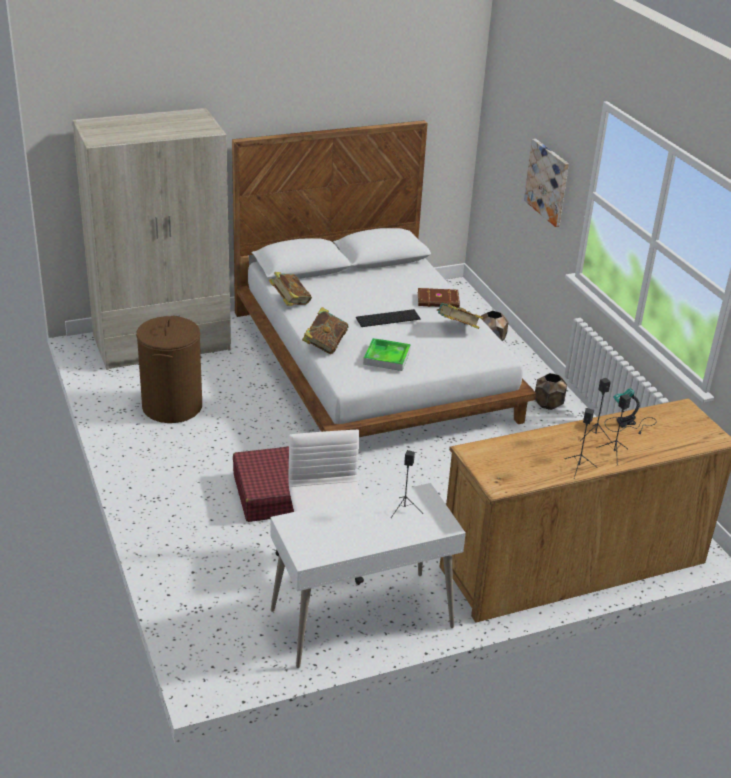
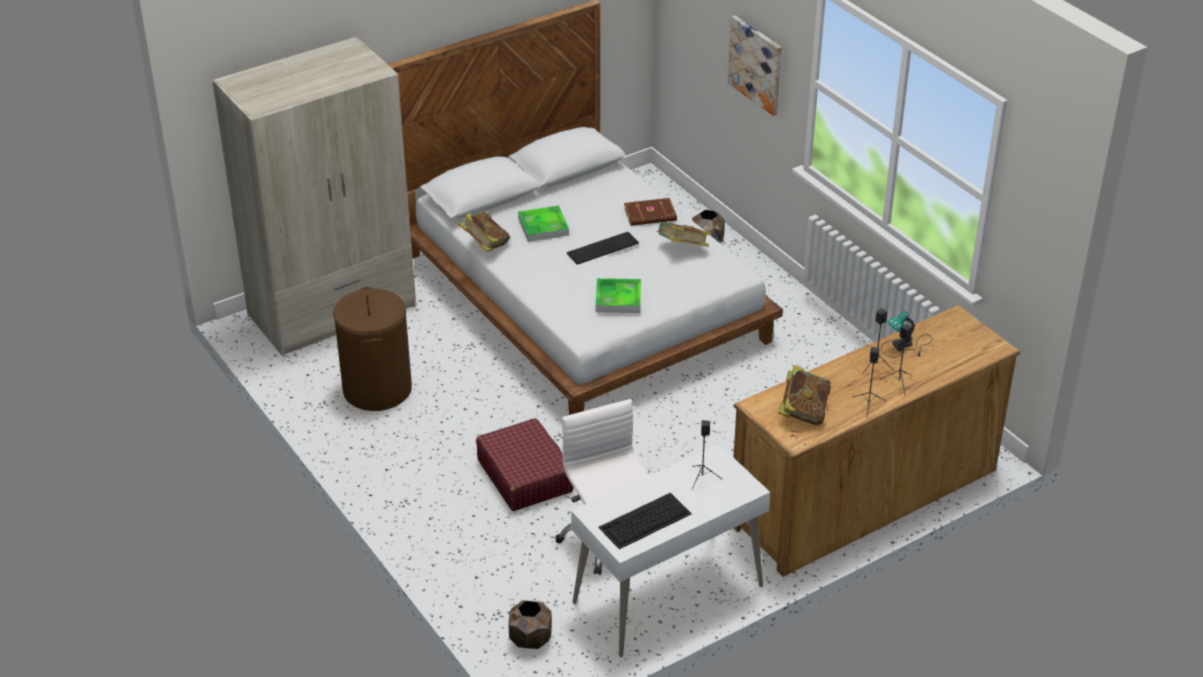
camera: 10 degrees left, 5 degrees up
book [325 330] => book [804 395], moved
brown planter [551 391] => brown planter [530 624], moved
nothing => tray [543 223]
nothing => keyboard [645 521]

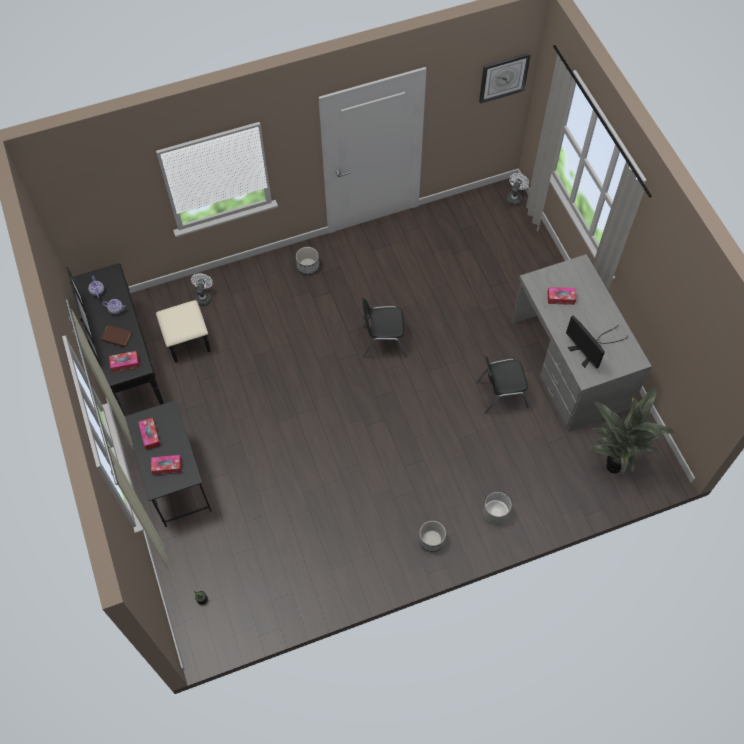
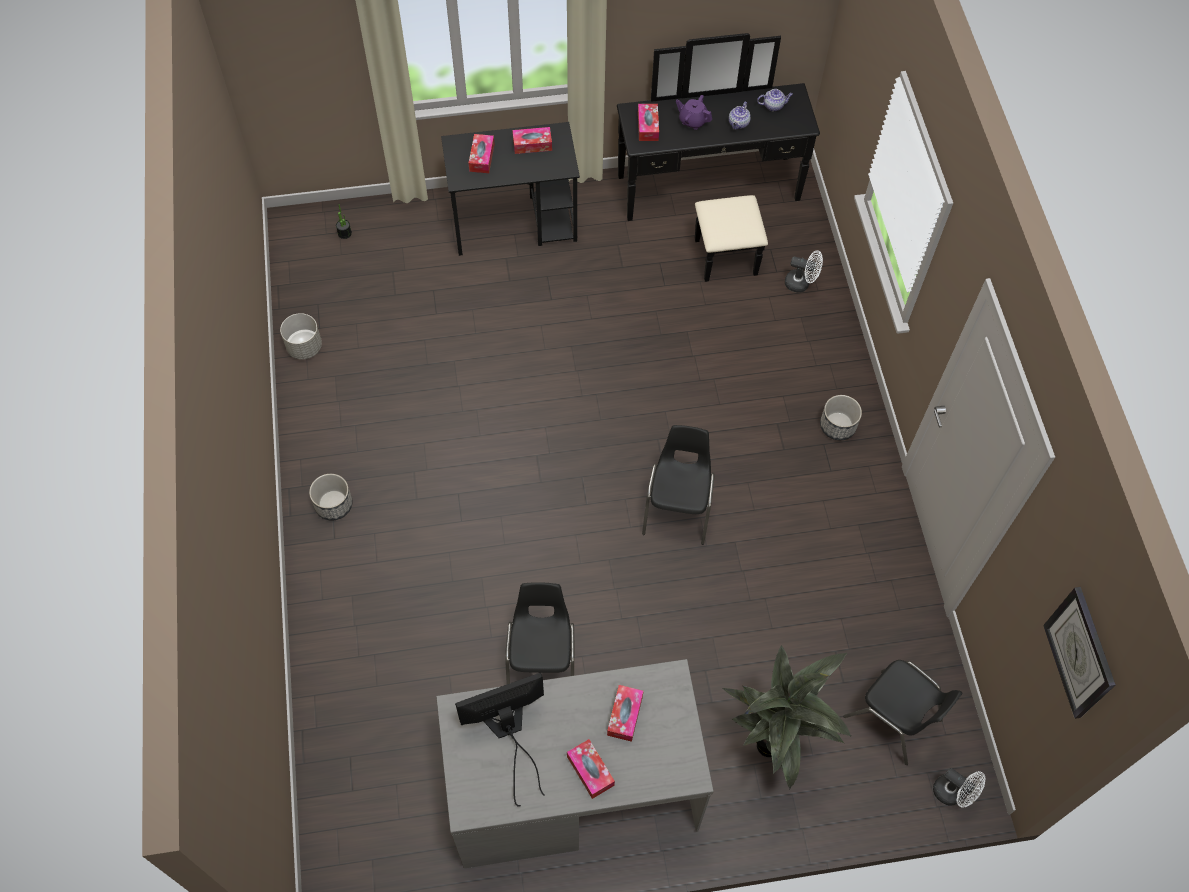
camera: 100 degrees right, 0 degrees up
brown book [116 336] => purple teapot [694 112]
grey planter [497 508] => grey planter [301 336], moved
potted plant [631 431] => potted plant [787 717], moved
nothing => tissue box [591 769]
nothing => black chair [902 712]

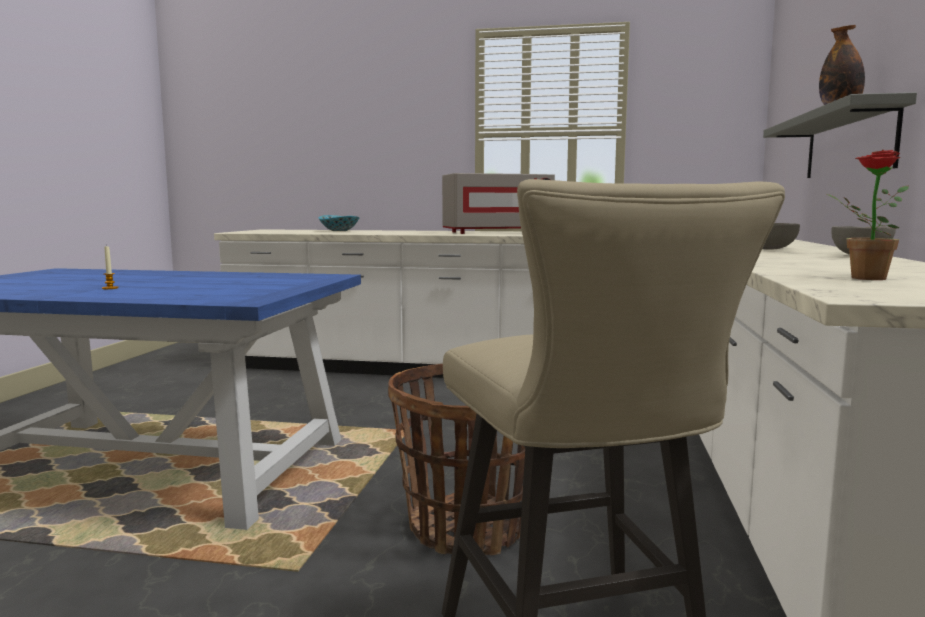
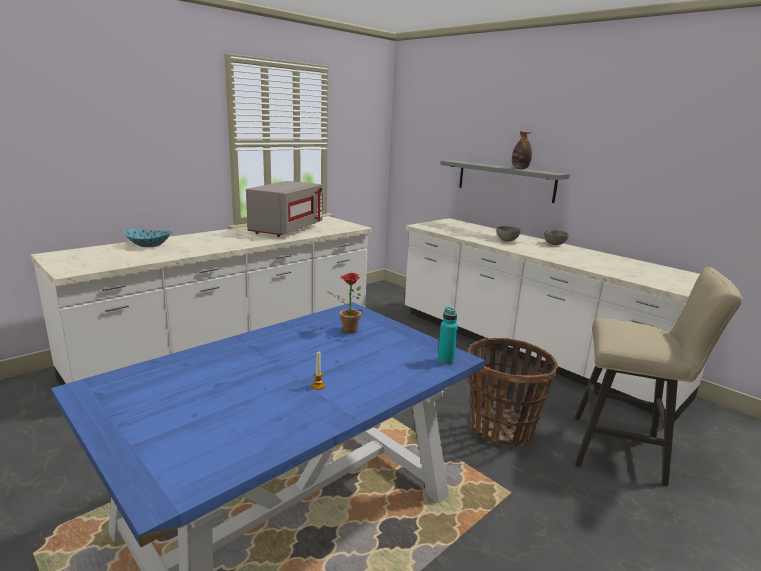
camera: 55 degrees left, 10 degrees up
potted plant [868 215] => potted plant [345 303], moved
nothing => turquoise bottle [448 336]

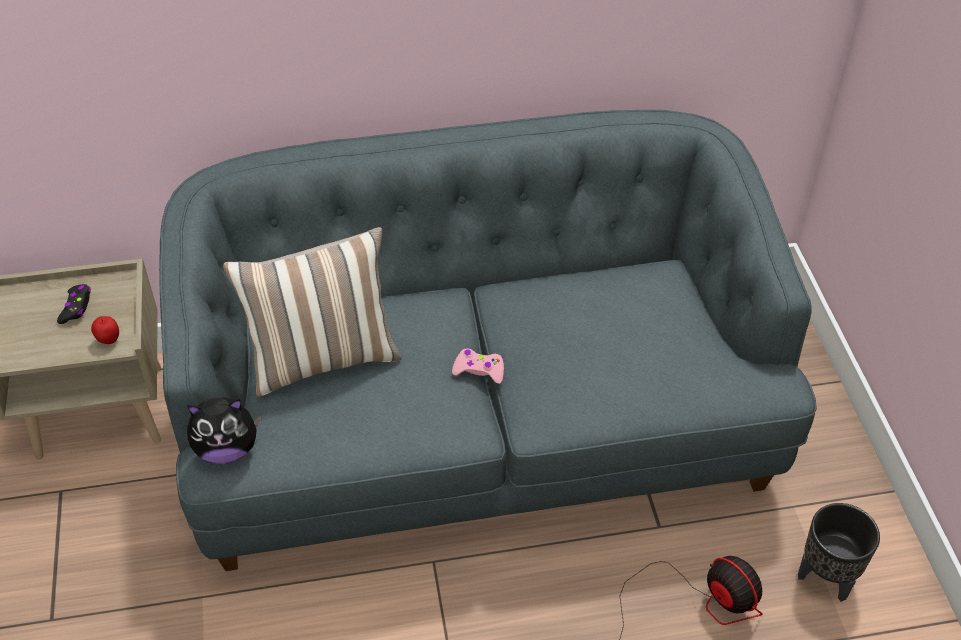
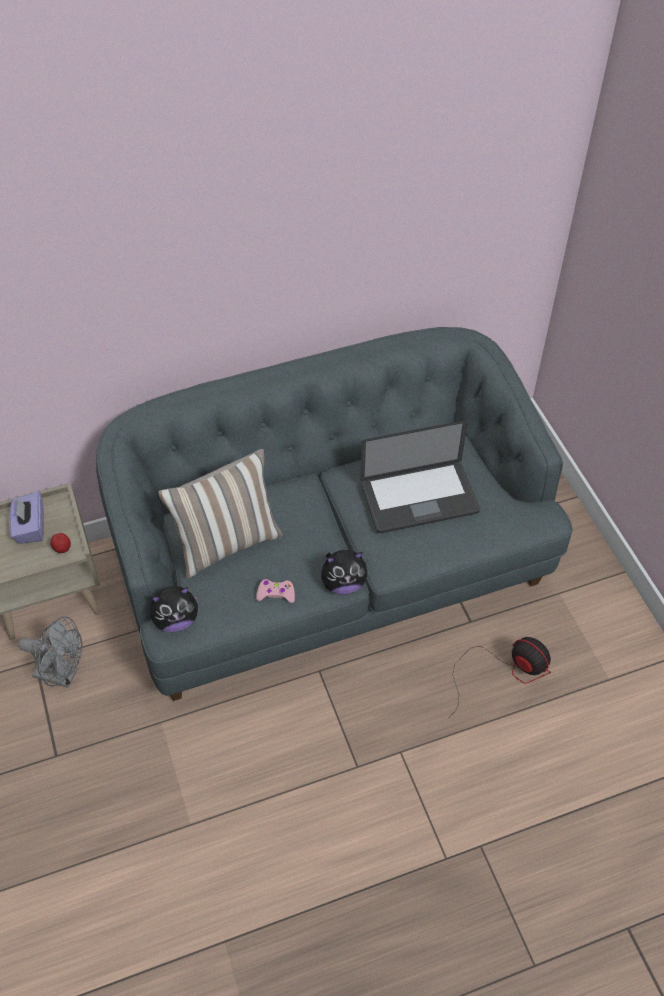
camera: 10 degrees left, 5 degrees up
black game controller [74 304] => purple tissue box [27 518]
pink game controller [478 366] => pink game controller [275 591], moved
black planter [839 552] => nothing
nothing => grey fan [50 652]
nothing => plush toy [344 572]
nothing => laptop [420 476]

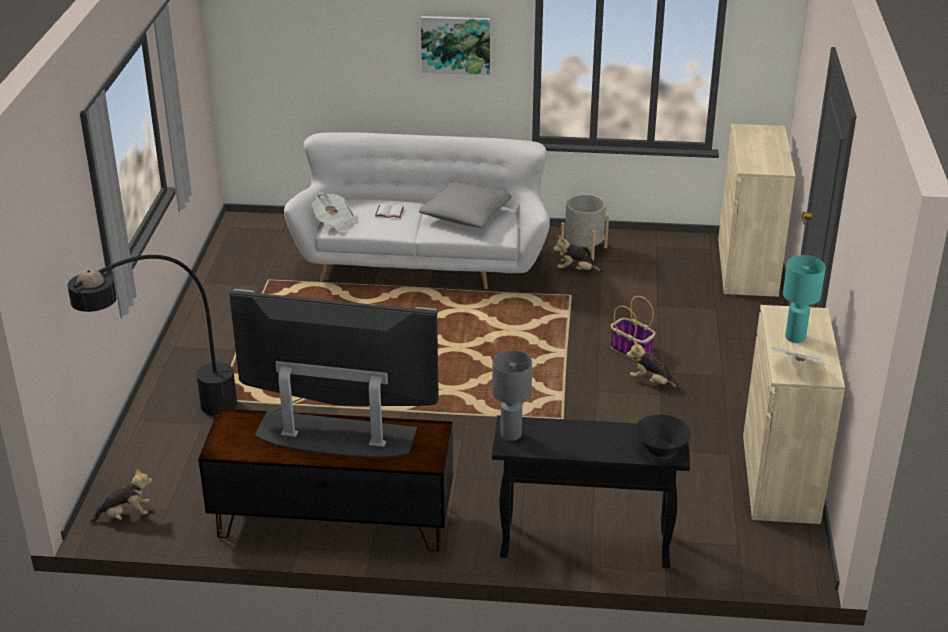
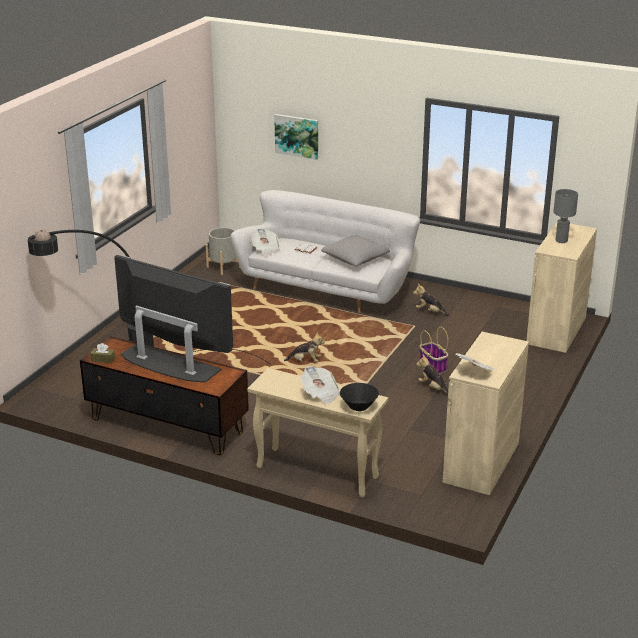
camera: 20 degrees right, 5 degrees down
plush toy [121 495] => plush toy [304 347], moved
picture [455 45] => picture [296 137], moved
grey table lamp [512 395] => grey table lamp [565 216], moved
black console table [591 491] => beige console table [317 432]
grey planter [584 227] => grey planter [222 251], moved
turquoise table lamp [804 299] => nothing
nothing => brown tissue box [102 353]
nothing => newspaper [320 385]

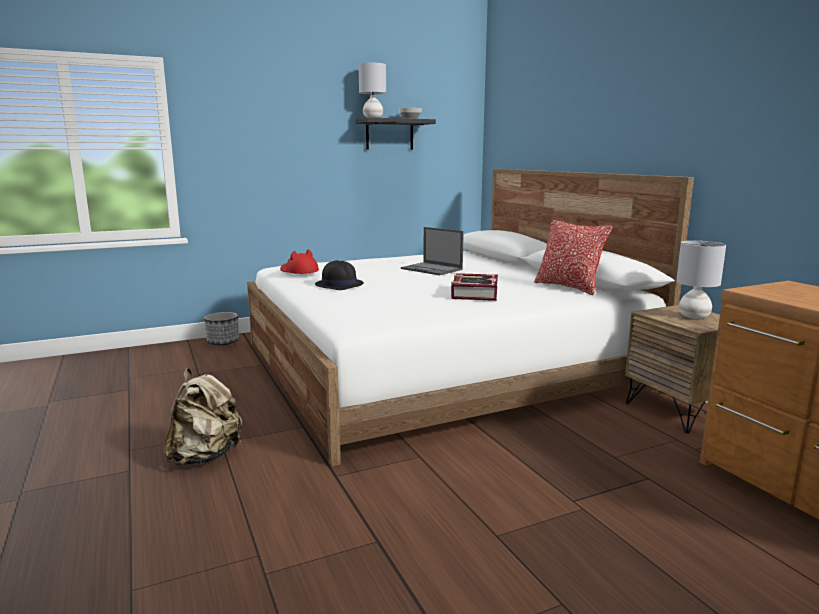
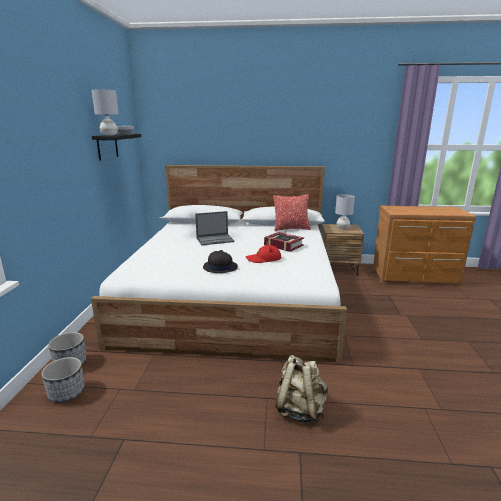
camera: 60 degrees left, 5 degrees up
red hat [299 261] => red hat [263 252], moved
nothing => planter [63 380]

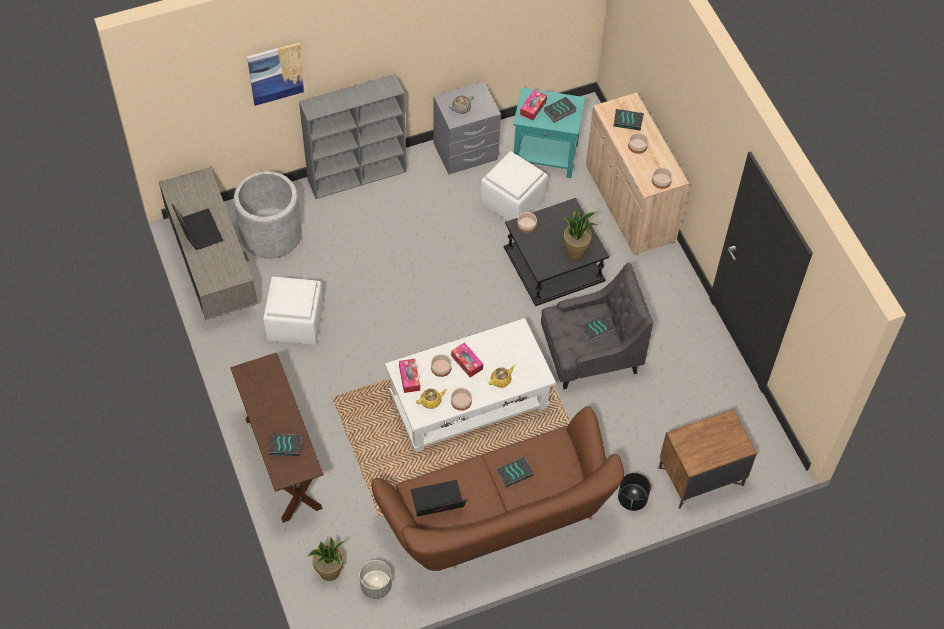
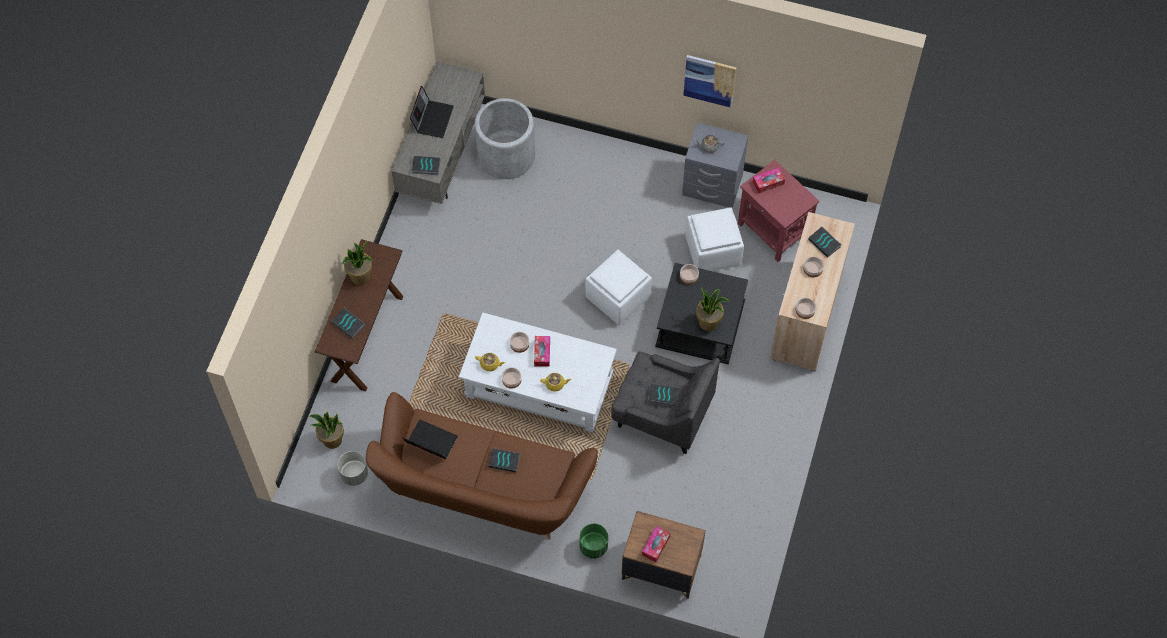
camera: 40 degrees right, 5 degrees up
picture [276 74] => picture [710 81], moved
white ottoman [293 311] => white ottoman [618 287], moved
grey bookcase [353 136] => nothing
tissue box [409 376] => tissue box [656 544], moved
turquoise side table [549 132] => red side table [778 211]
book [560 110] => book [425 165], moved
black planter [634 492] => green planter [593 541]
nothing => potted plant [357 263]

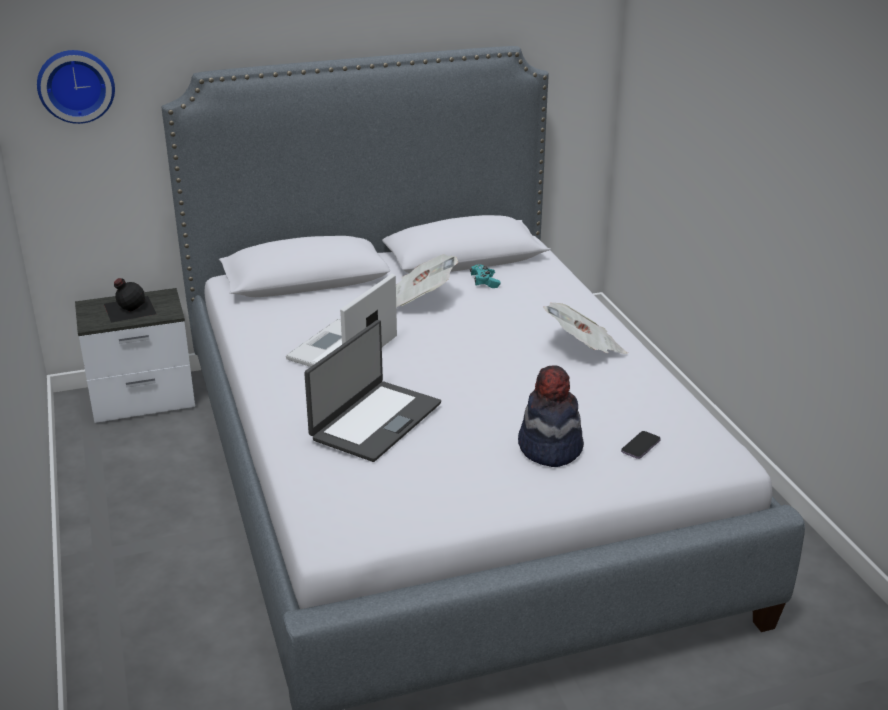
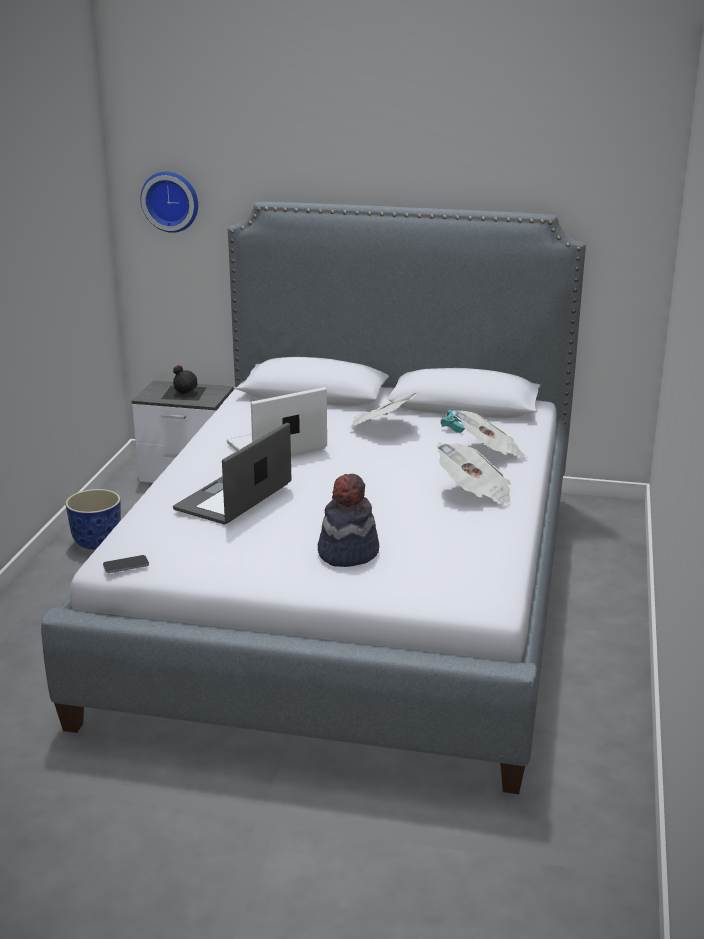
camera: 30 degrees right, 5 degrees down
laptop [372 391] => laptop [232 474], 150 degrees clockwise
phone [641 445] => phone [126 564], moved
nothing => planter [93 519]
nothing => newspaper [489 435]

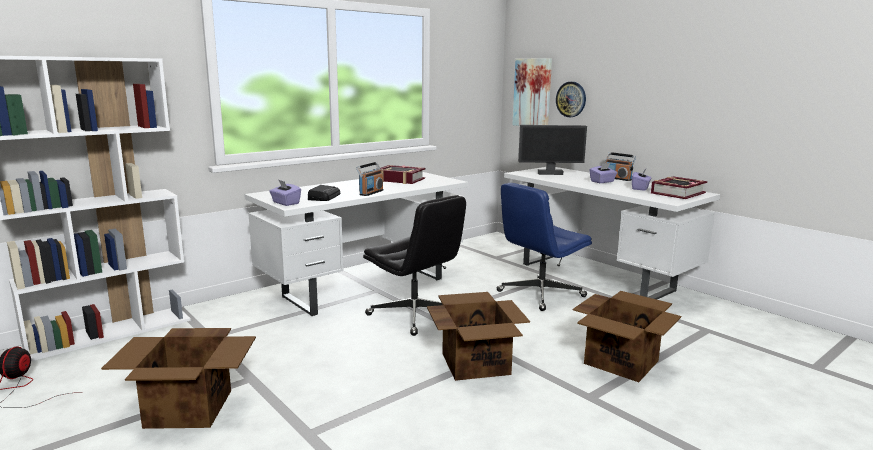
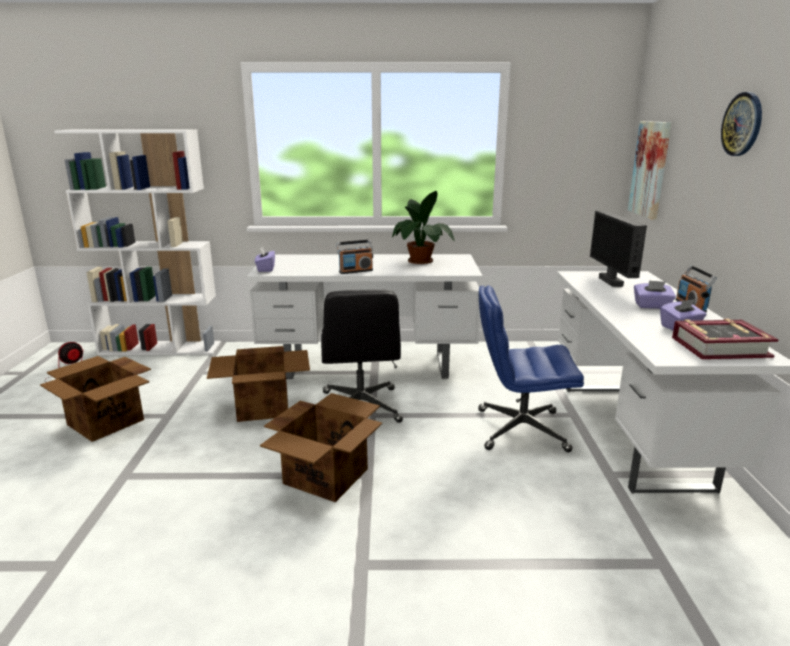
camera: 40 degrees right, 5 degrees up
radio [324 193] => nothing
book [402 174] => potted plant [423 227]
monitor [552 150] => monitor [618 248], 45 degrees clockwise
wall clock [571 99] => wall clock [741 124], moved
cardboard box [627 336] => cardboard box [258 384], moved

